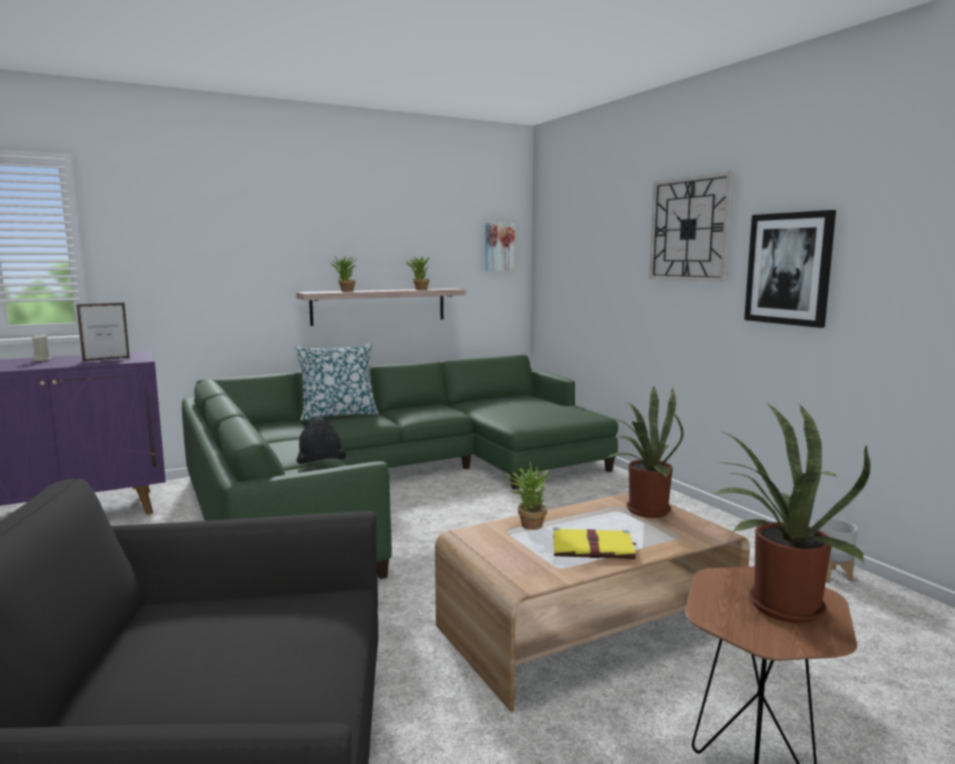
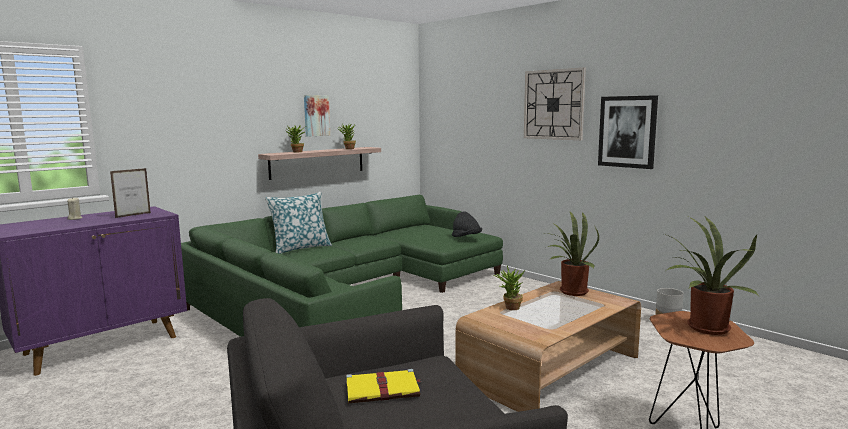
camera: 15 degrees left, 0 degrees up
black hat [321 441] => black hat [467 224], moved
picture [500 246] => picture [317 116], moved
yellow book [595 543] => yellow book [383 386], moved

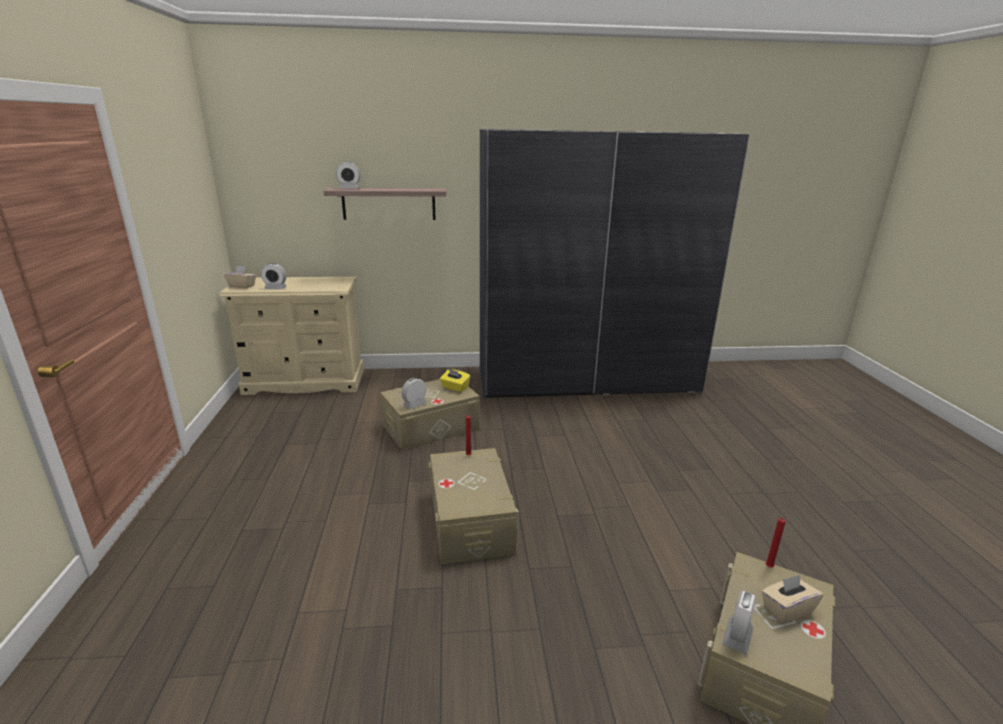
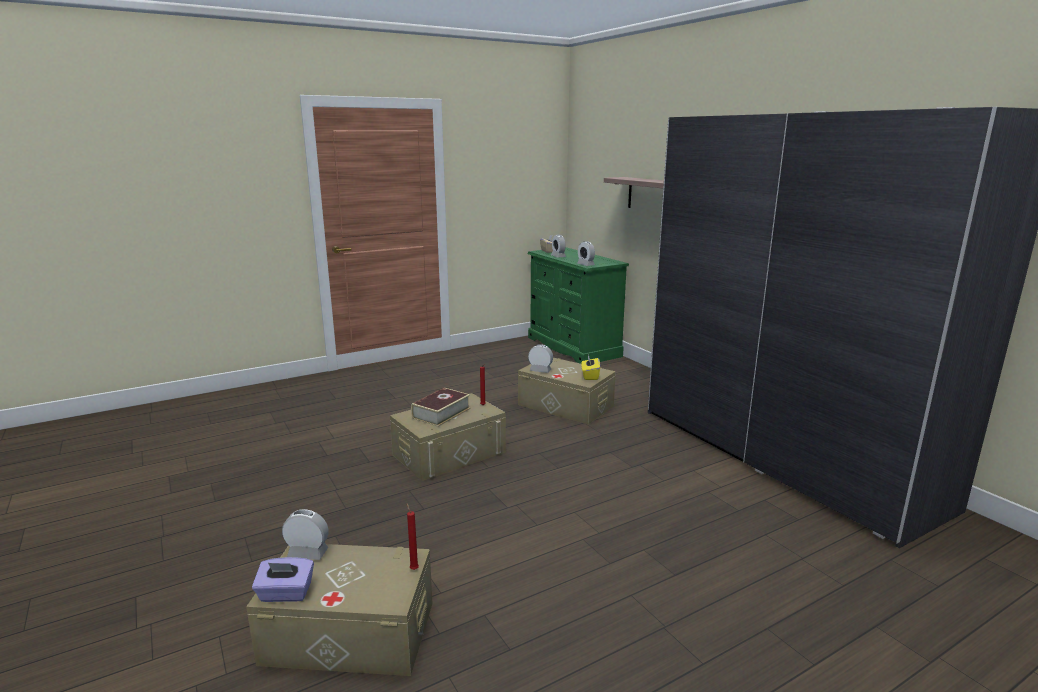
camera: 65 degrees right, 5 degrees down
beige dresser [292 336] => green dresser [578 305]
alarm clock [348 175] => alarm clock [586 253], moved
beige tissue box [792 599] => nothing
nothing => purple tissue box [283 579]
nothing => book [440 407]

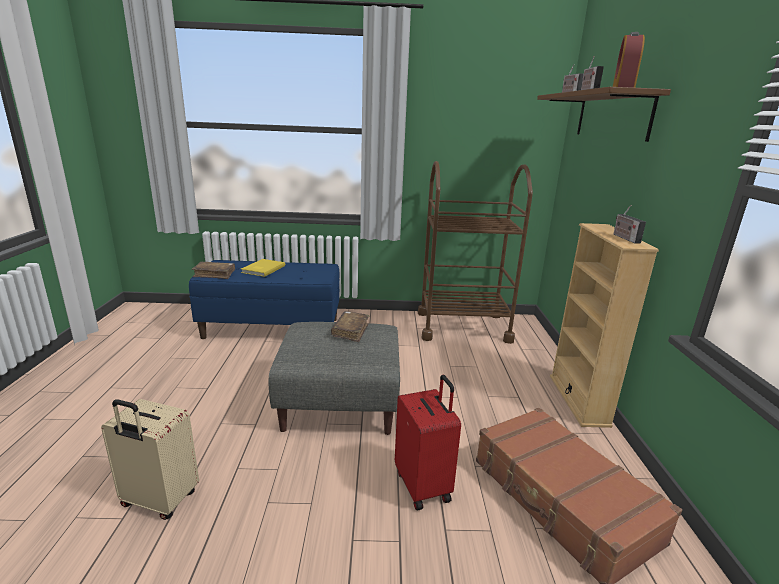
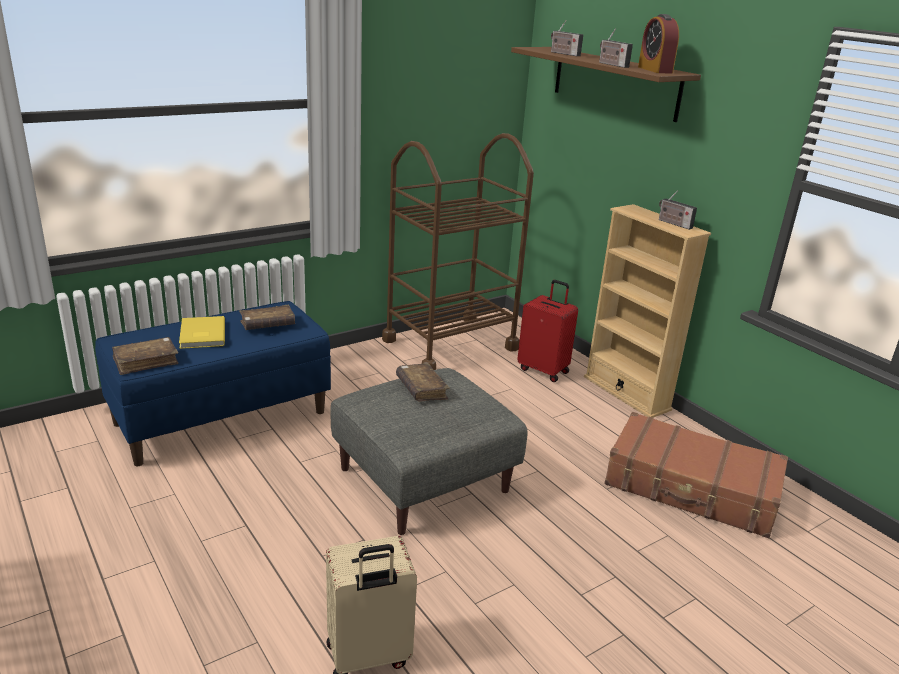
camera: 35 degrees left, 5 degrees up
red suitcase [428 442] => red suitcase [547 331], moved
nothing => brown book [267 317]

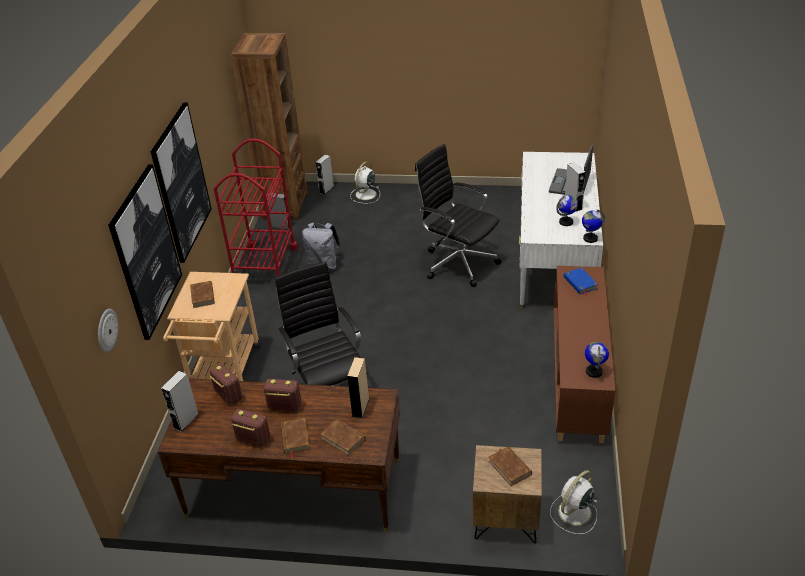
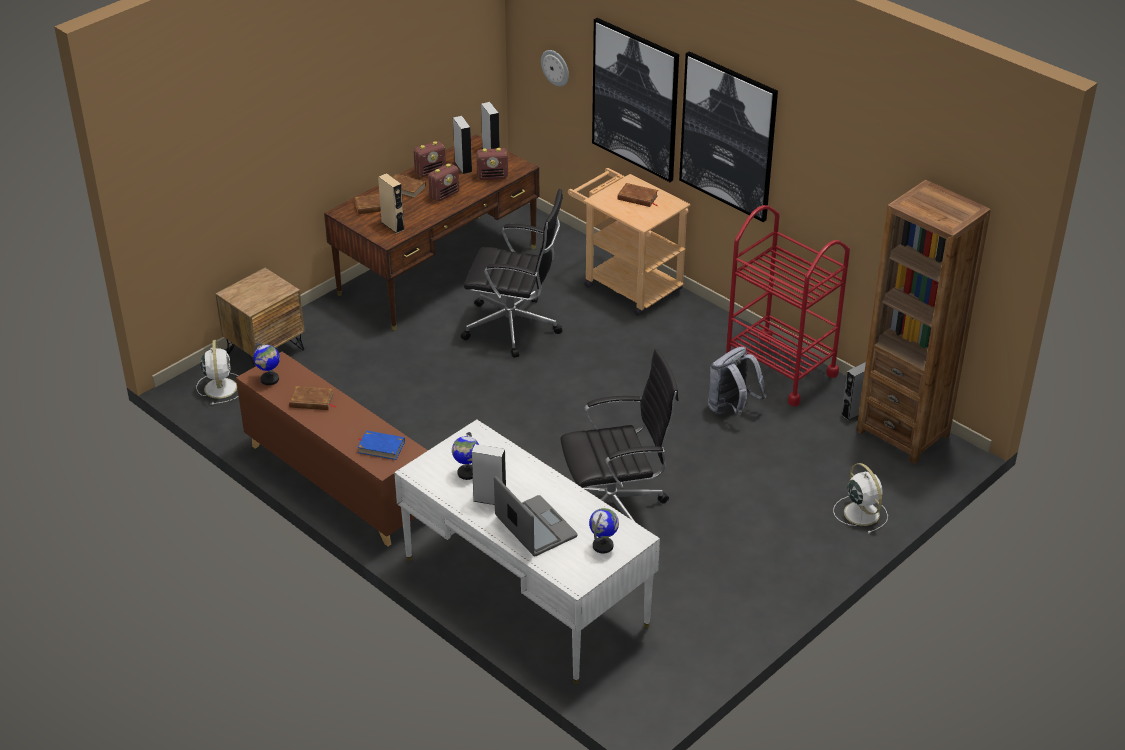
camera: 125 degrees right, 0 degrees up
grey speaker [324 174] => grey speaker [462 145], moved
brown book [510 466] => brown book [313 398], moved
globe [593 226] => globe [604 531], moved

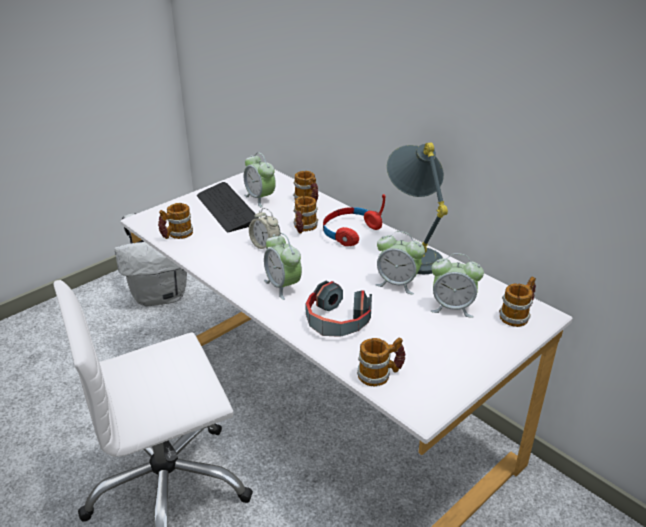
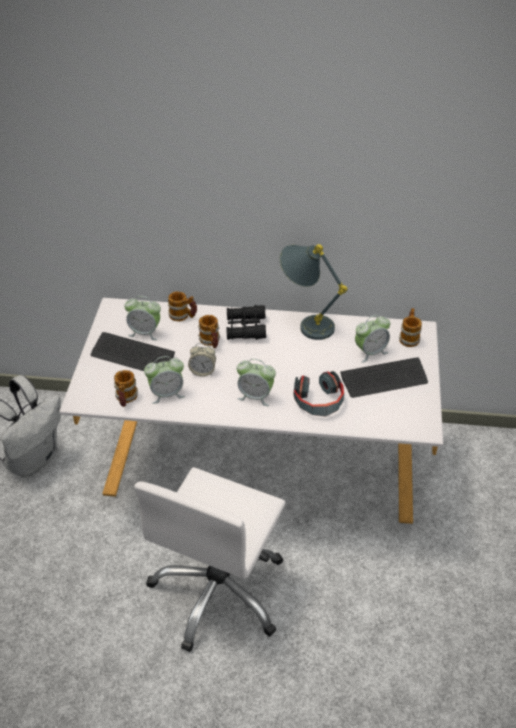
camera: 40 degrees left, 10 degrees up
red headphones [354 220] => black binoculars [246 322]
mug [381 361] => nothing
alarm clock [400 263] => alarm clock [164 380], moved
nothing => keyboard [384 377]

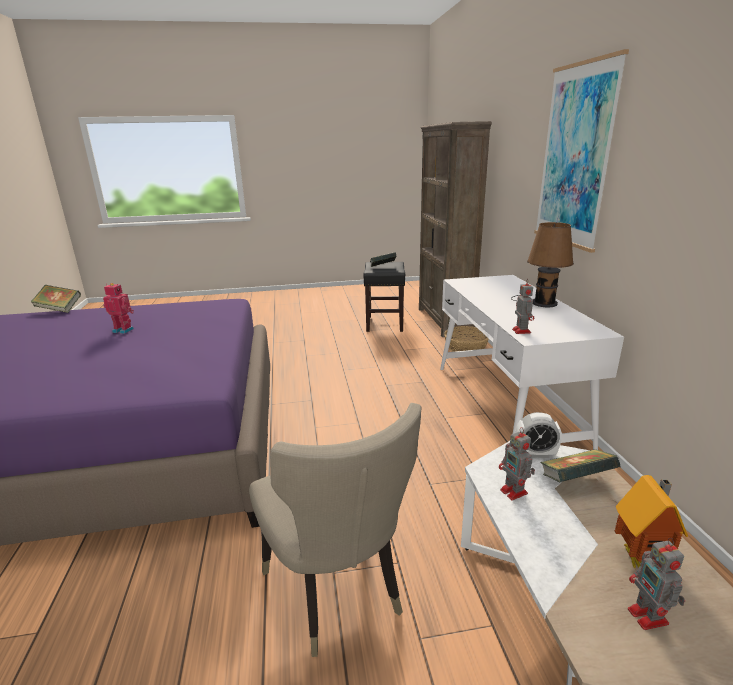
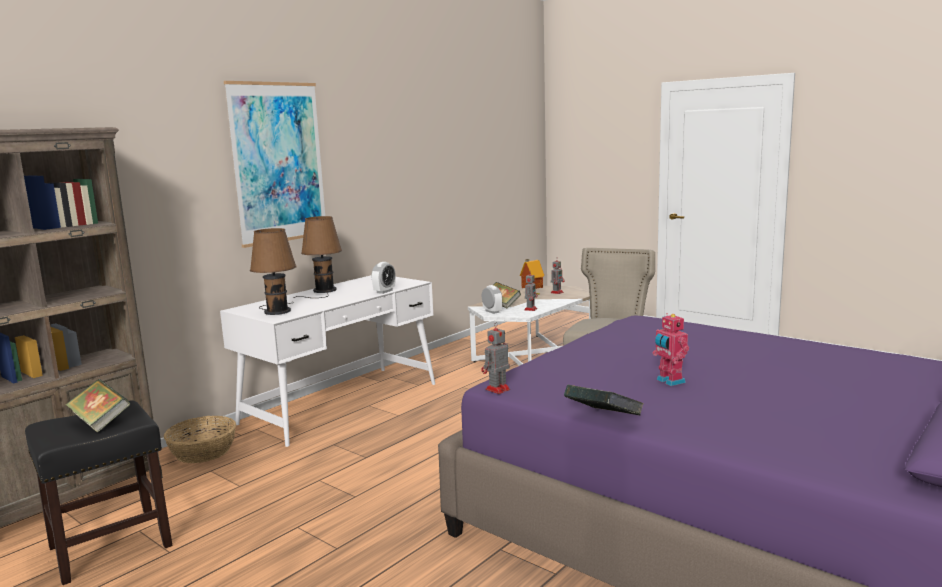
camera: 130 degrees left, 10 degrees down
book [56 299] => book [604 400], moved
toy robot [523 308] => toy robot [495 358], moved
nothing => brown table lamp [273 271]
nothing => alarm clock [383 278]

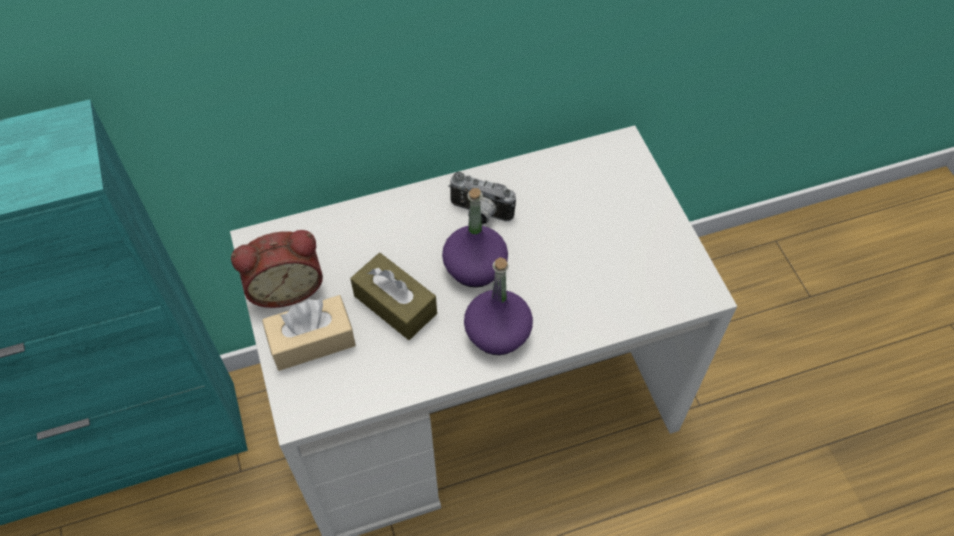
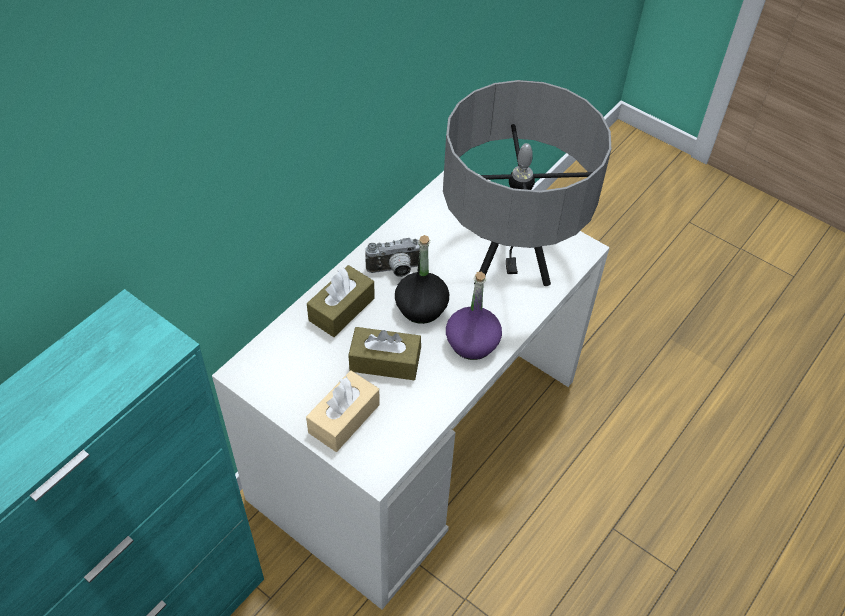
camera: 35 degrees left, 5 degrees down
alarm clock [277 269] => nothing
purple bottle [475 238] => black bottle [422 279]
nothing => brown tissue box [341 301]
nothing => grey table lamp [527 183]

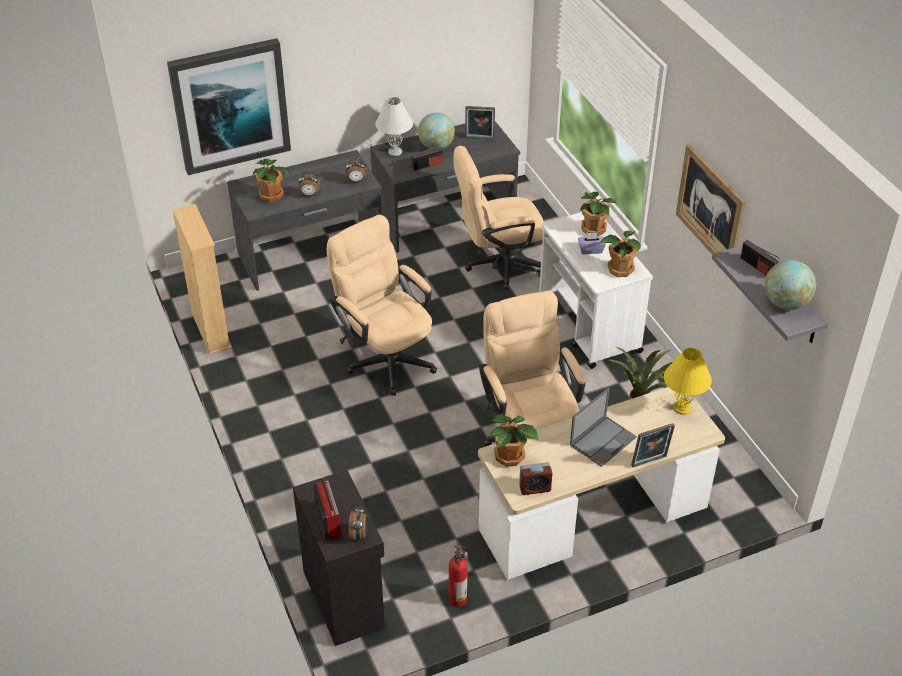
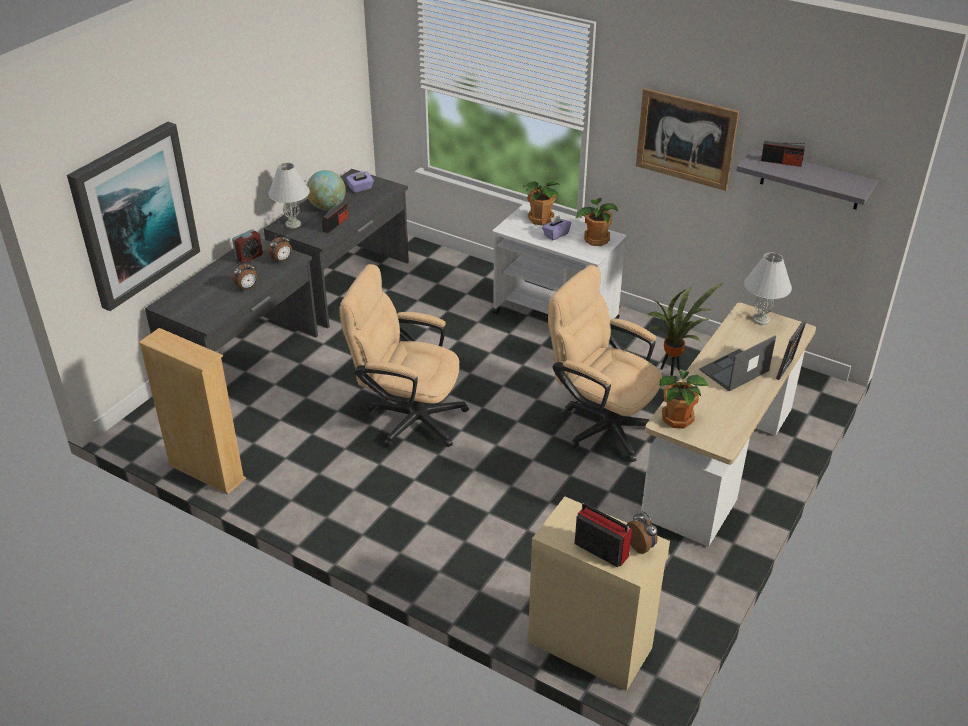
camera: 35 degrees left, 5 degrees down
potted plant [270 181] => nothing
black cabinet [339 558] => beige cabinet [599 593]
fire extinguisher [458 575] => nothing
beige office chair [498 218] => nothing
picture frame [480 123] => purple tissue box [360 182]
alarm clock [535 478] => alarm clock [247 246], moved
laptop [603 427] => laptop [737 363], 135 degrees counterclockwise
yellow table lamp [688 381] => white table lamp [768 288]
globe [790 285] => nothing

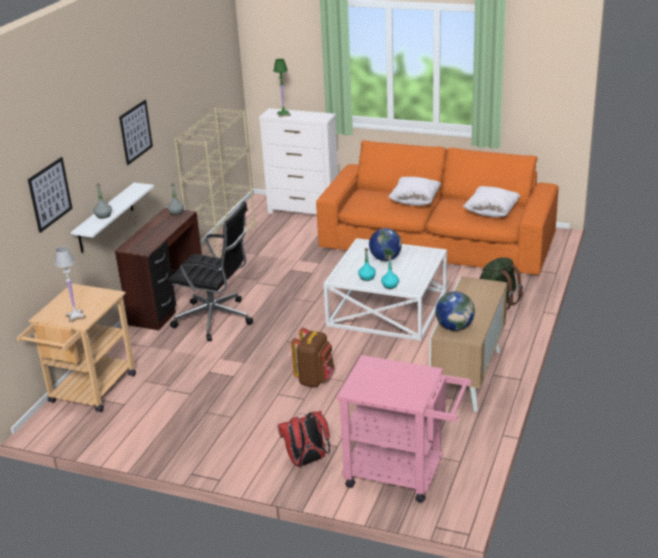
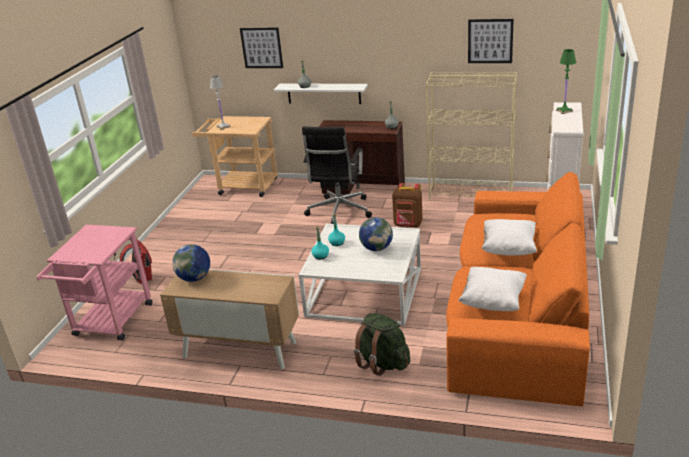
camera: 85 degrees right, 0 degrees up
picture [136 132] => picture [491 41], moved
brown backpack [313 357] => brown backpack [407 205], moved

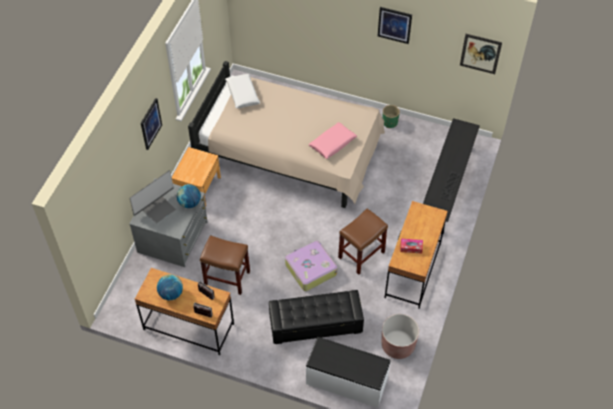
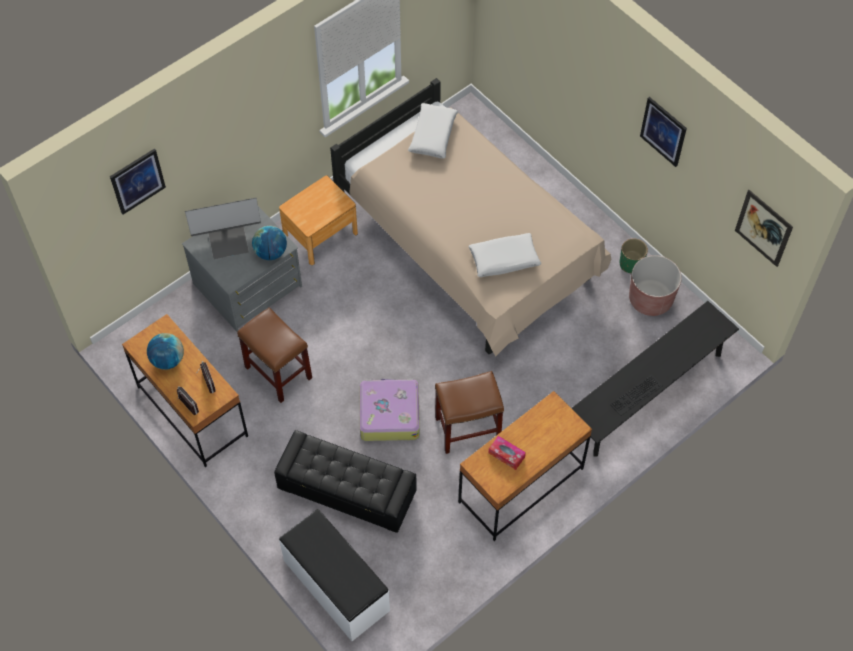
camera: 30 degrees right, 5 degrees up
picture [151 124] => picture [138 182], moved
pink pillow [333 140] => white pillow [504 255]
brown planter [400 336] => brown planter [655 285], moved

